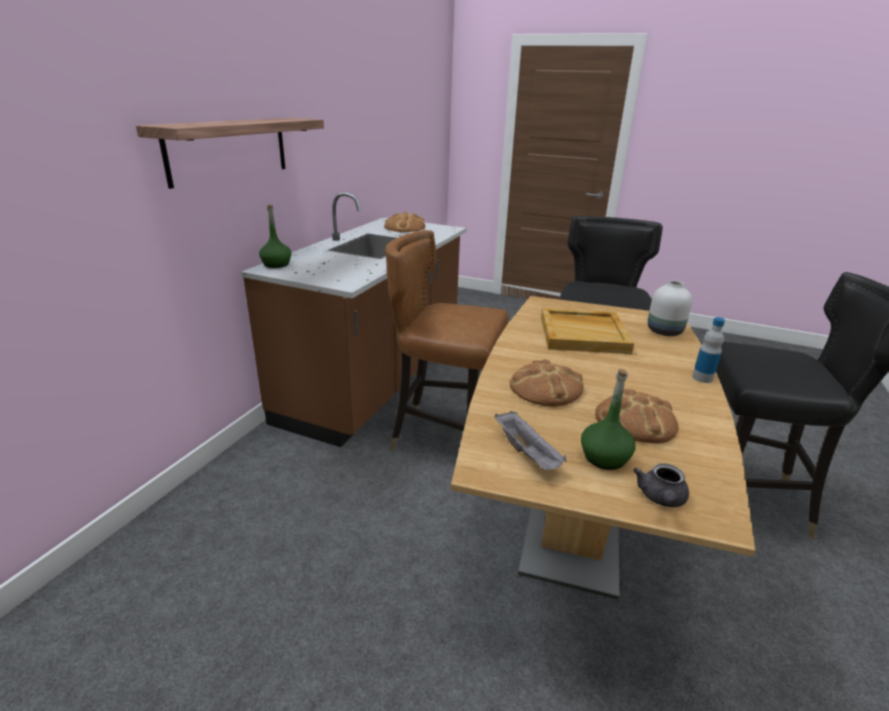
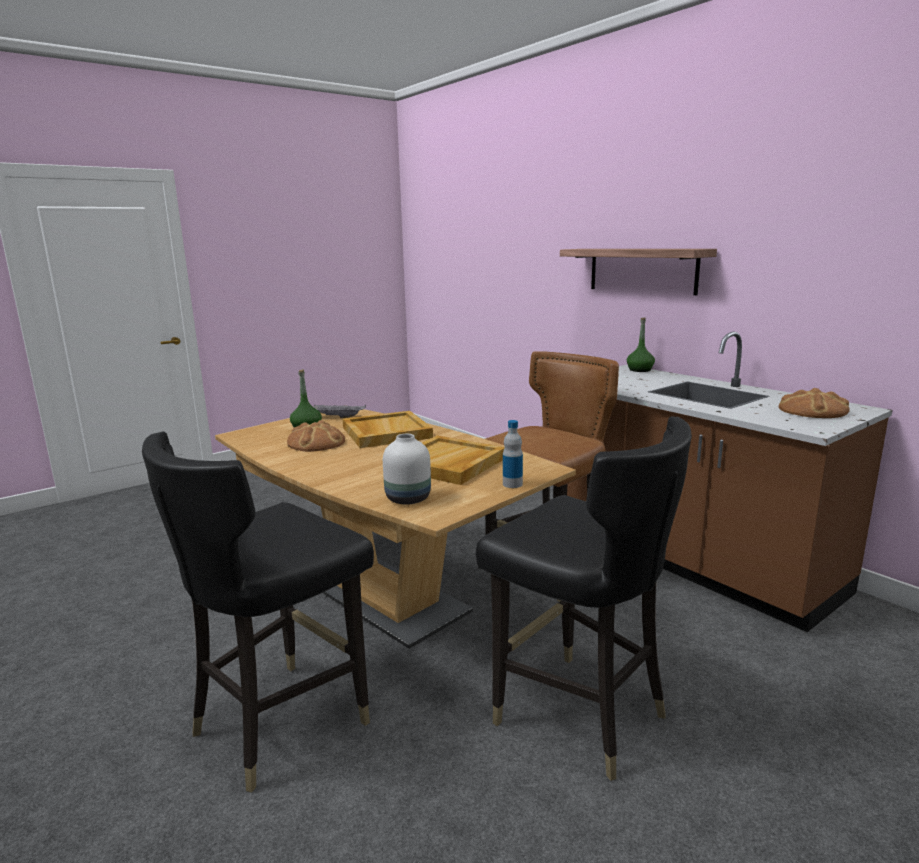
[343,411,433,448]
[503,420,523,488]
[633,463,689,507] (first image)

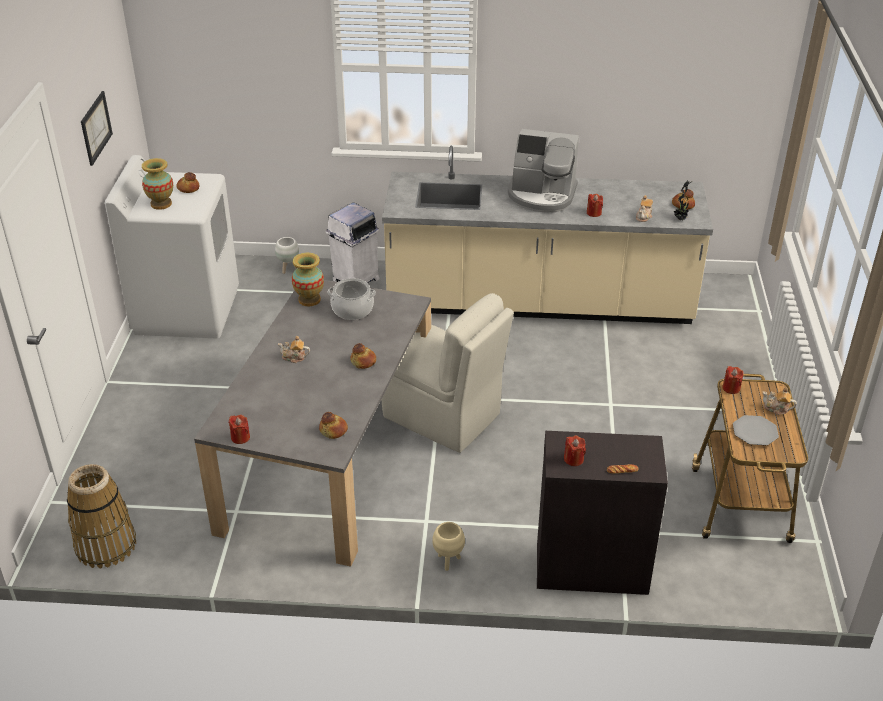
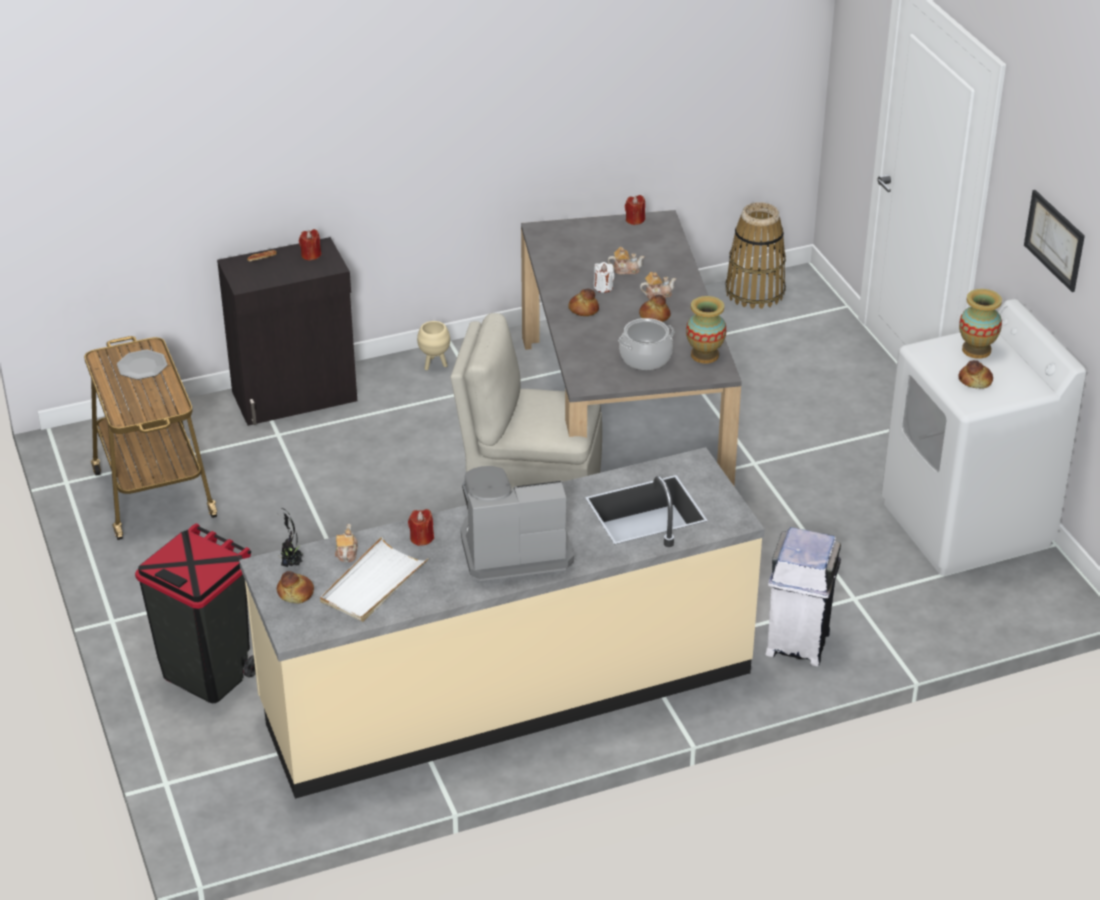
[135,523,256,703]
[320,537,429,622]
[594,262,614,293]
[608,247,644,275]
[639,294,671,322]
[275,237,299,274] (first image)
[722,366,744,394] (first image)

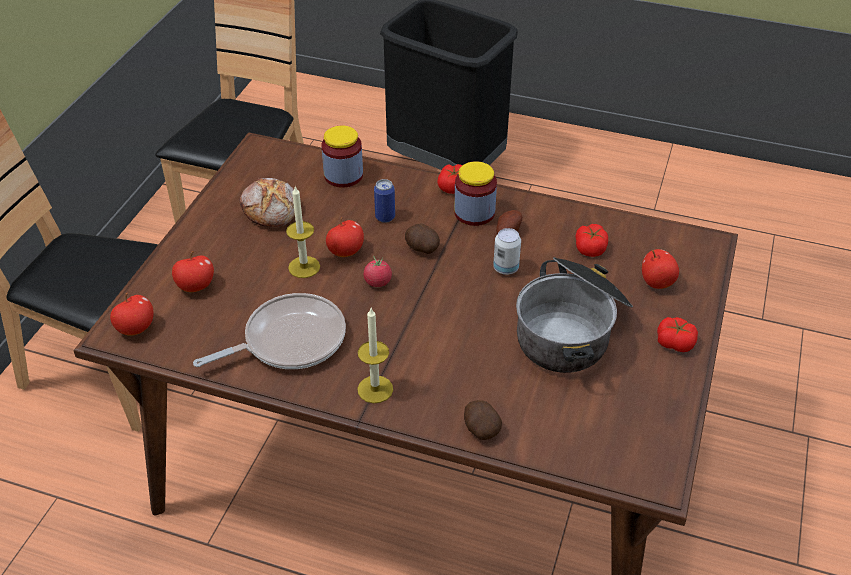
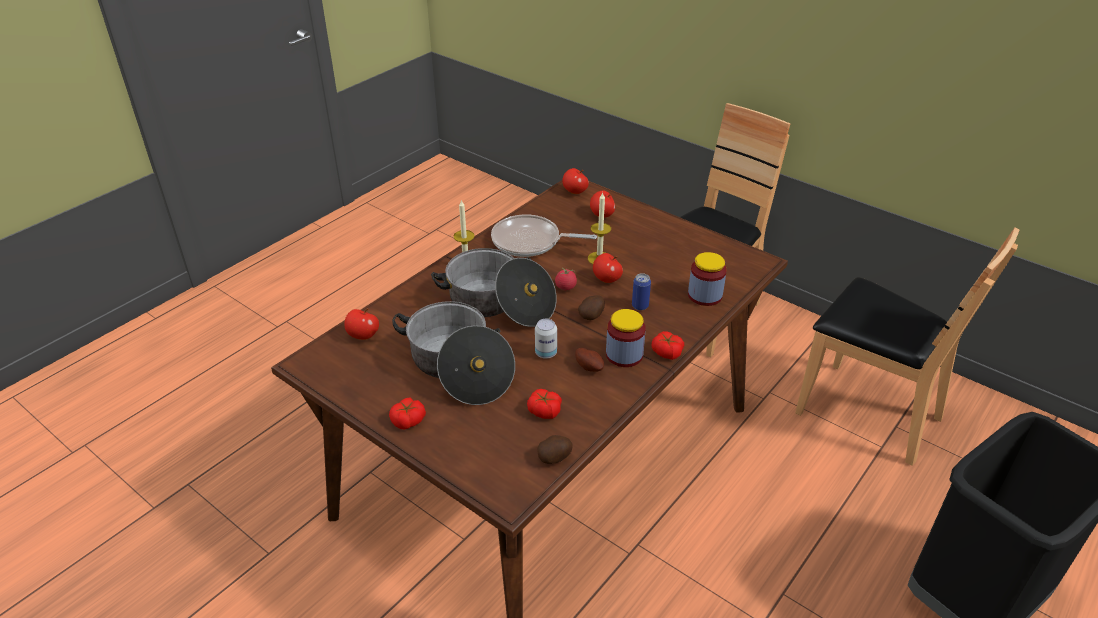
[344,308,379,340]
[431,248,557,327]
[491,214,597,257]
[537,435,573,464]
[239,178,295,227] (first image)

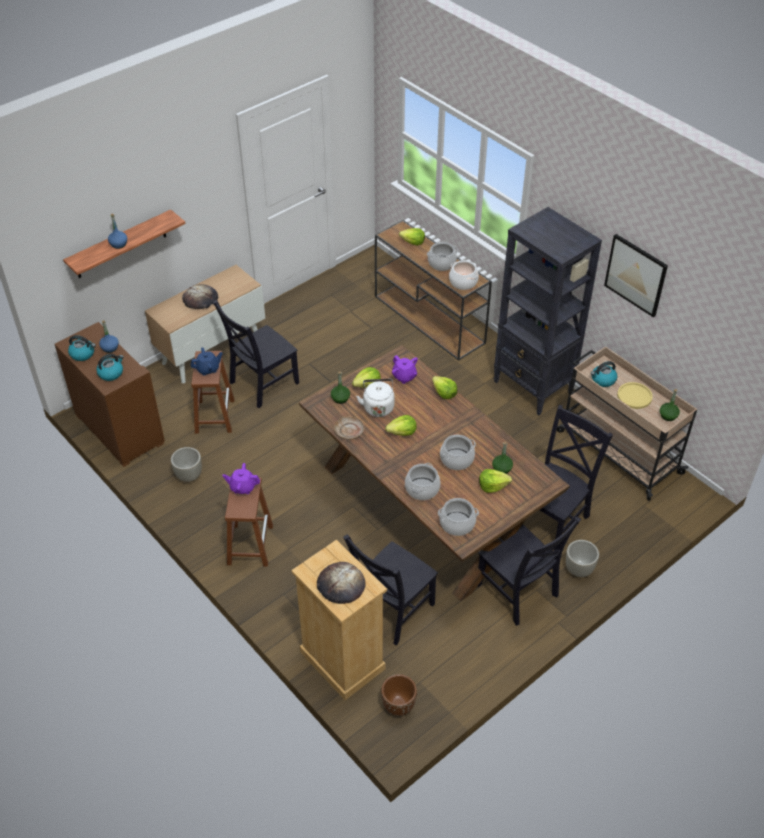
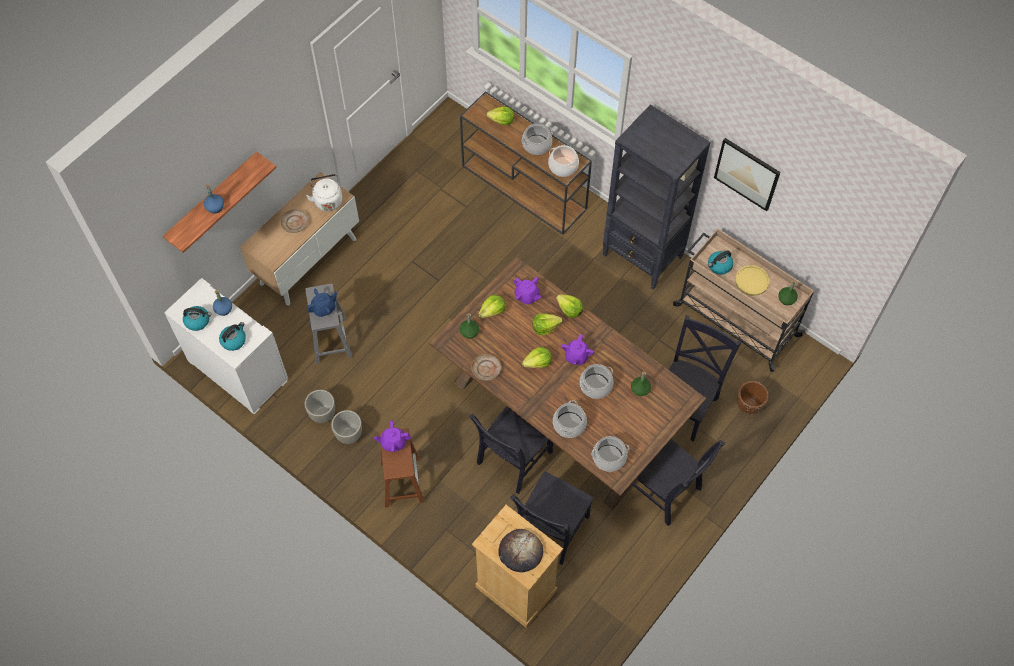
[164,278,288,415]
[280,209,308,233]
[305,284,353,364]
[306,174,342,211]
[331,410,362,444]
[469,406,553,494]
[532,313,563,335]
[561,334,594,365]
[737,381,768,415]

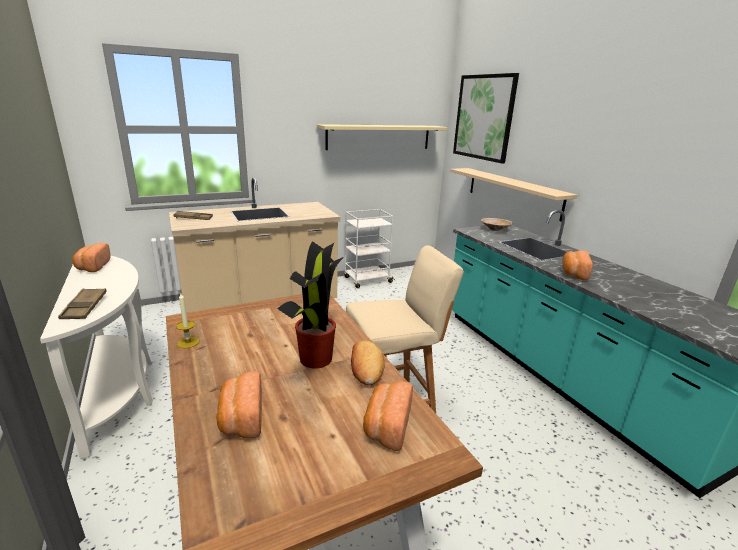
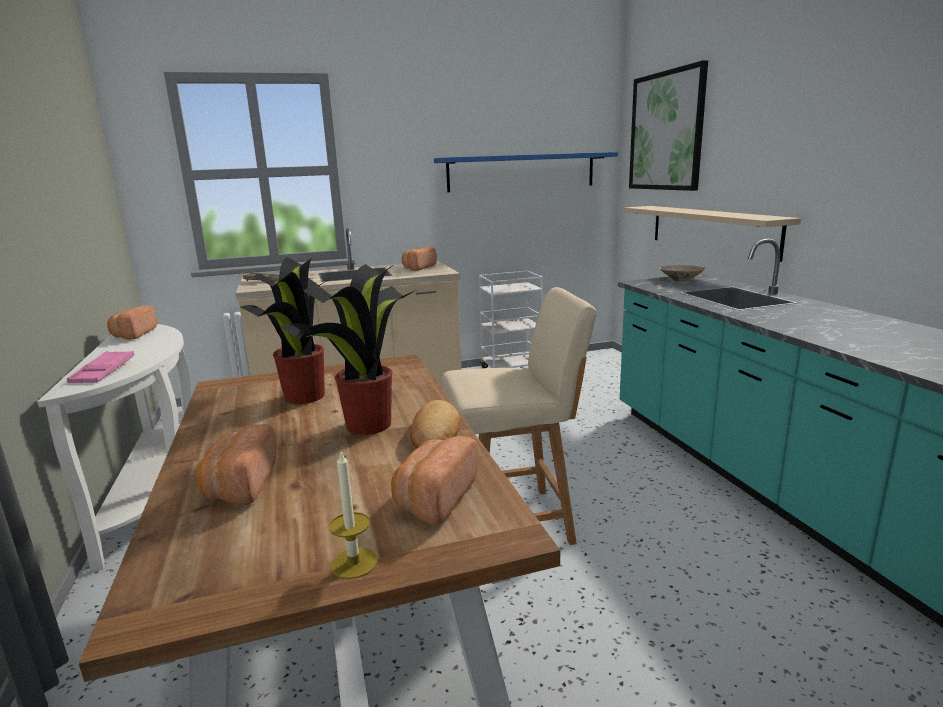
[67,351,134,383]
[241,257,328,404]
[329,452,377,579]
[402,247,437,271]
[434,152,618,192]

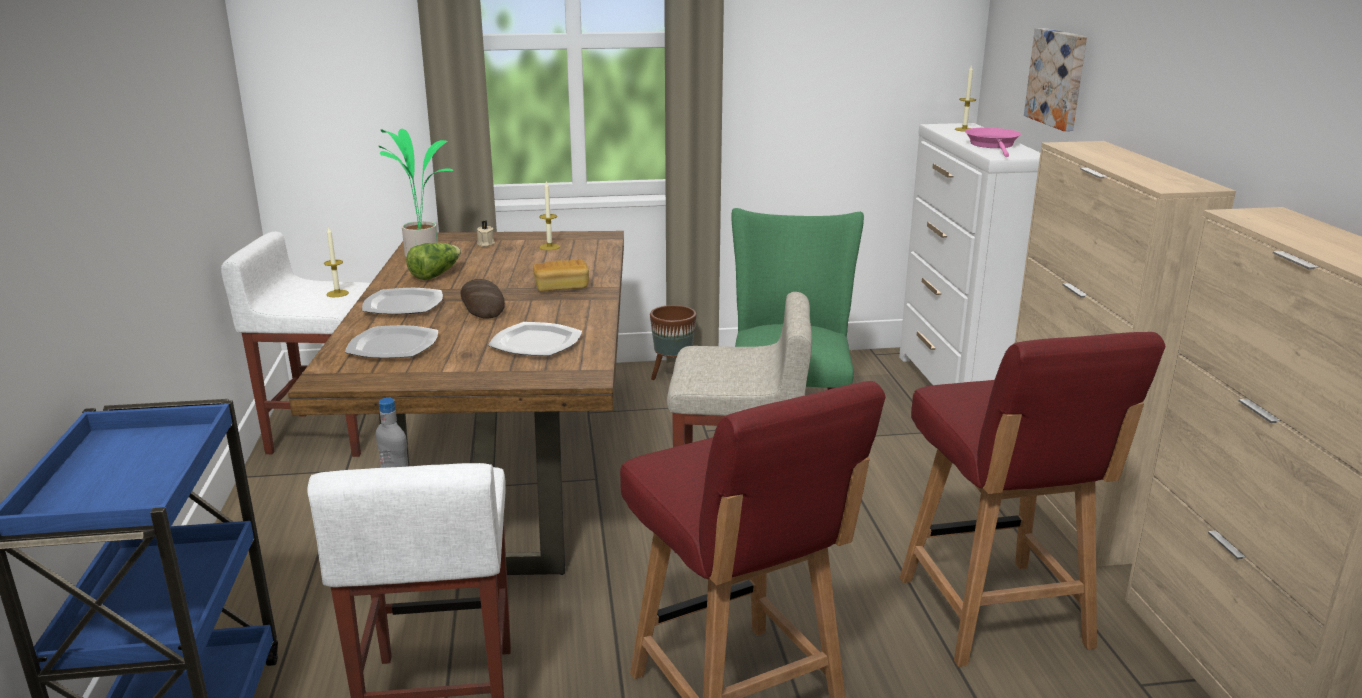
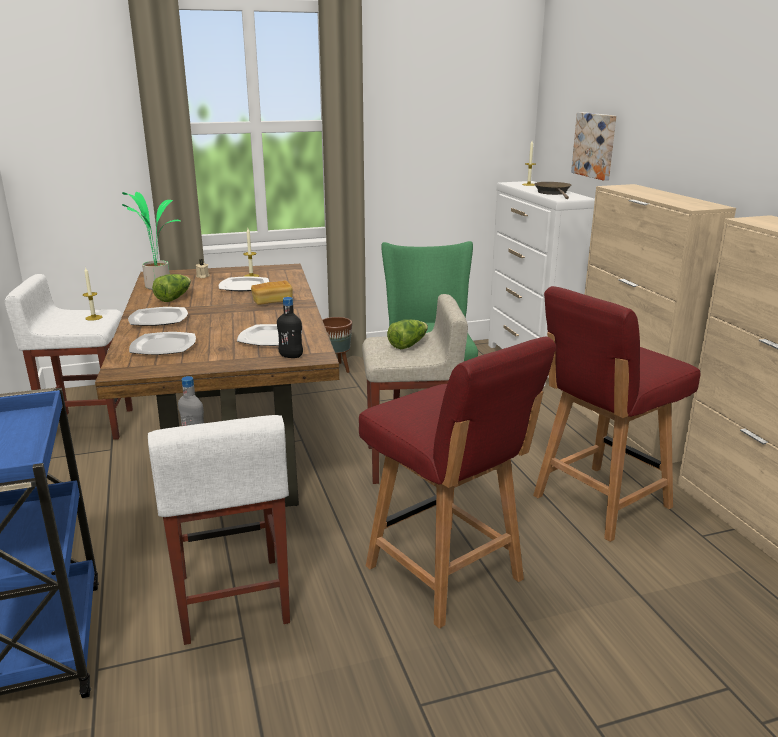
[219,276,269,291]
[277,297,303,358]
[387,320,428,349]
[533,286,701,542]
[534,182,571,199]
[461,279,505,319] (first image)

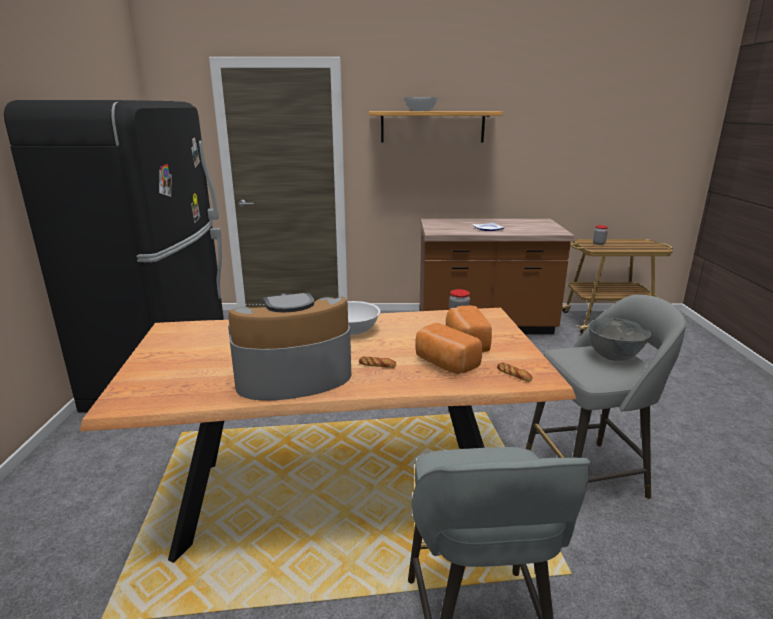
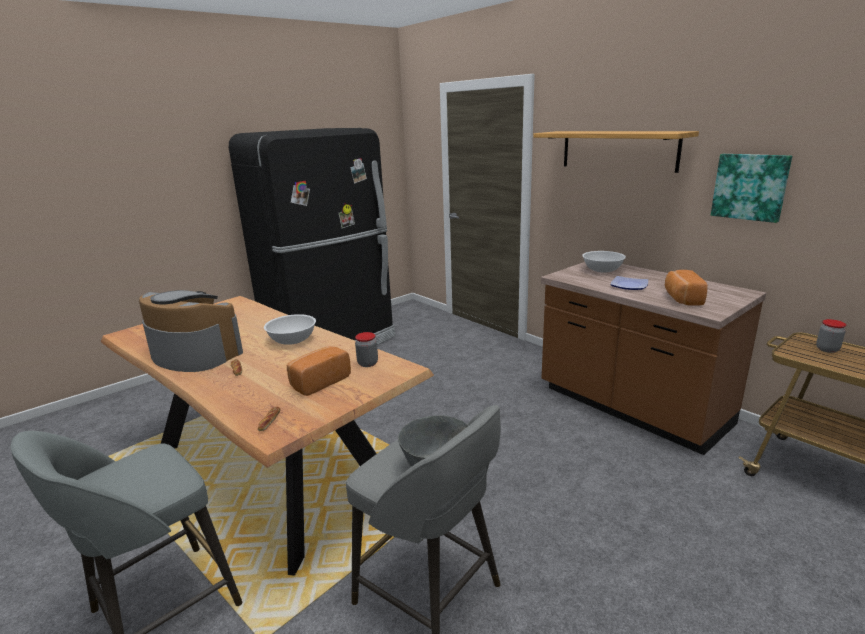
[582,251,626,273]
[665,270,708,306]
[711,154,792,223]

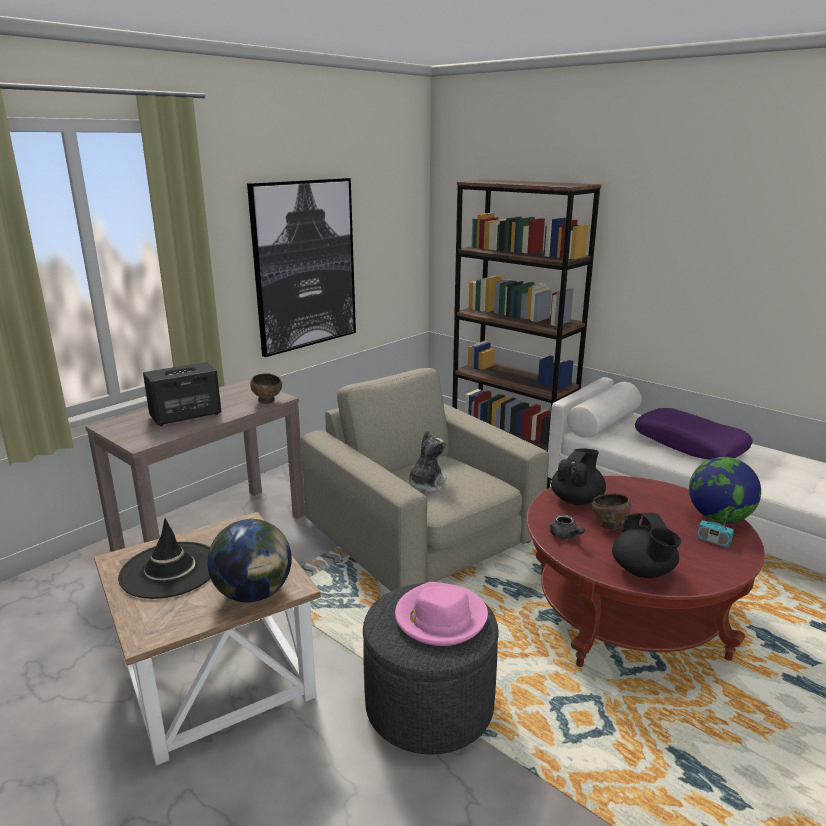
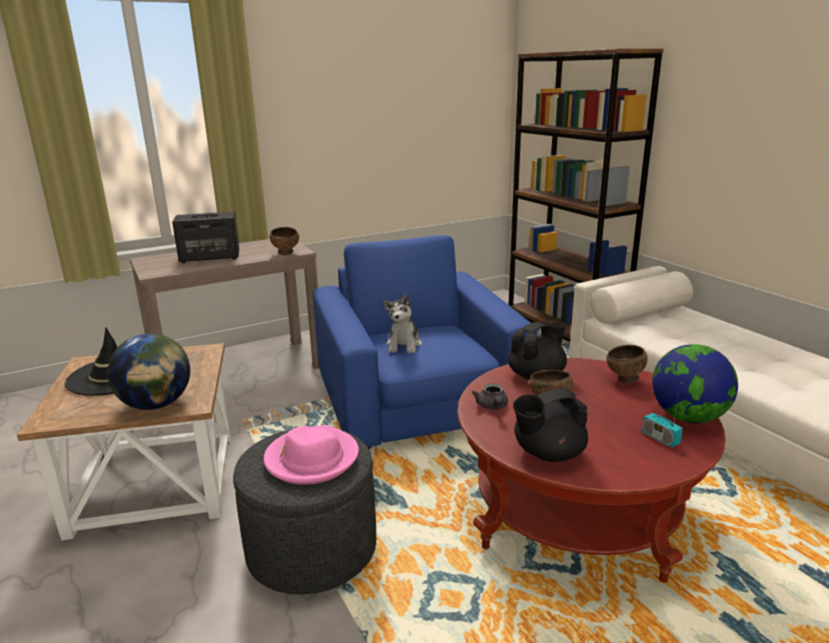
[313,235,537,449]
[383,293,422,353]
[513,387,588,462]
[606,345,647,383]
[247,178,356,357] (first image)
[635,408,753,460] (first image)

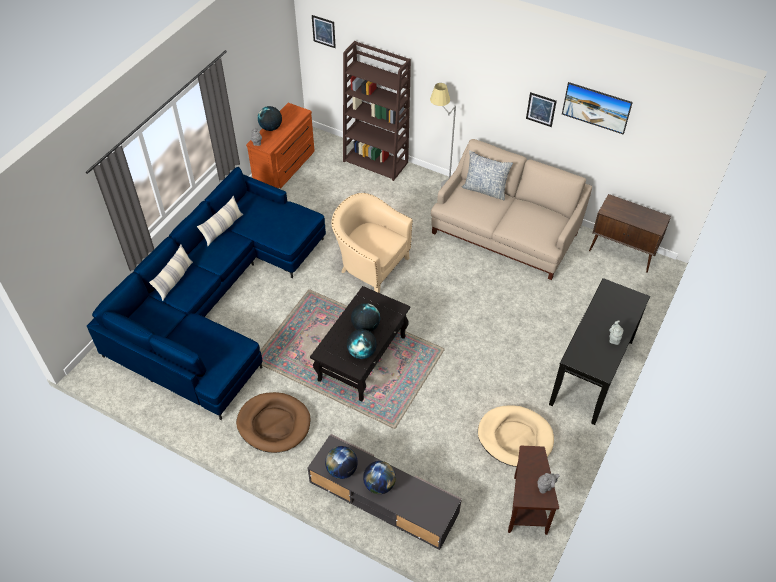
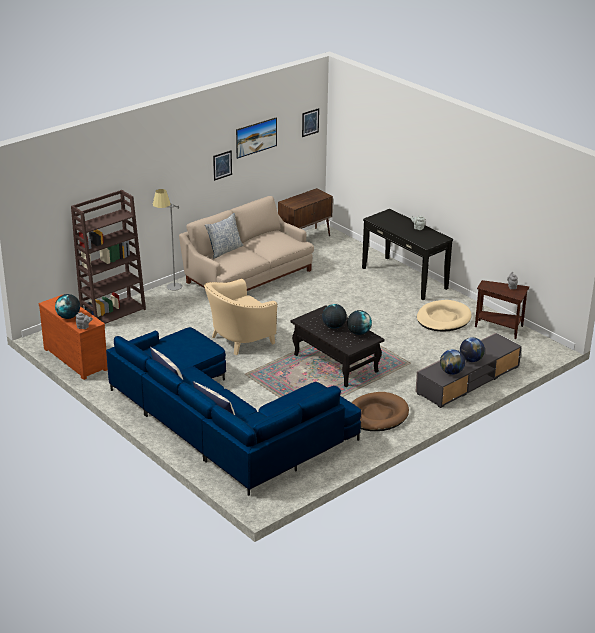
[302,108,319,137]

